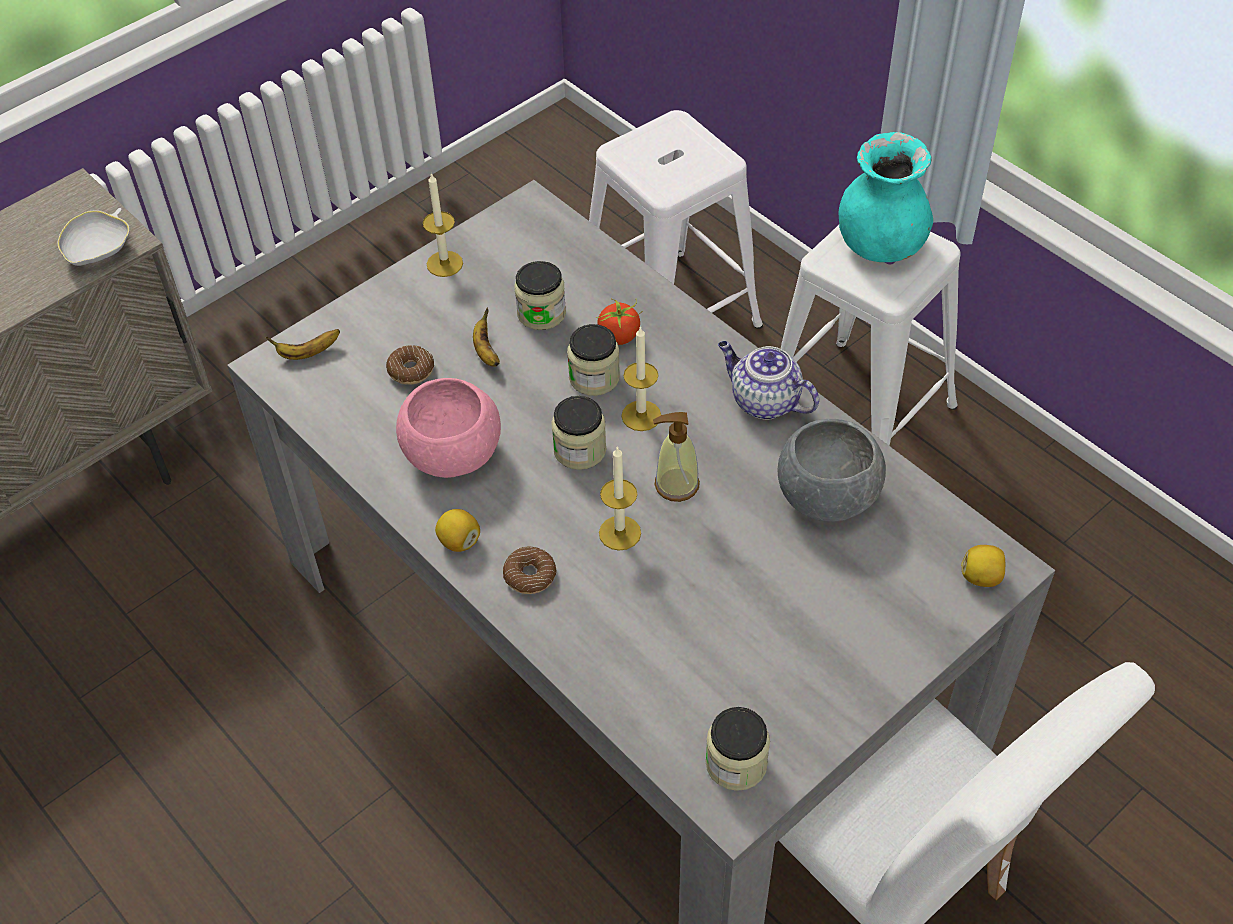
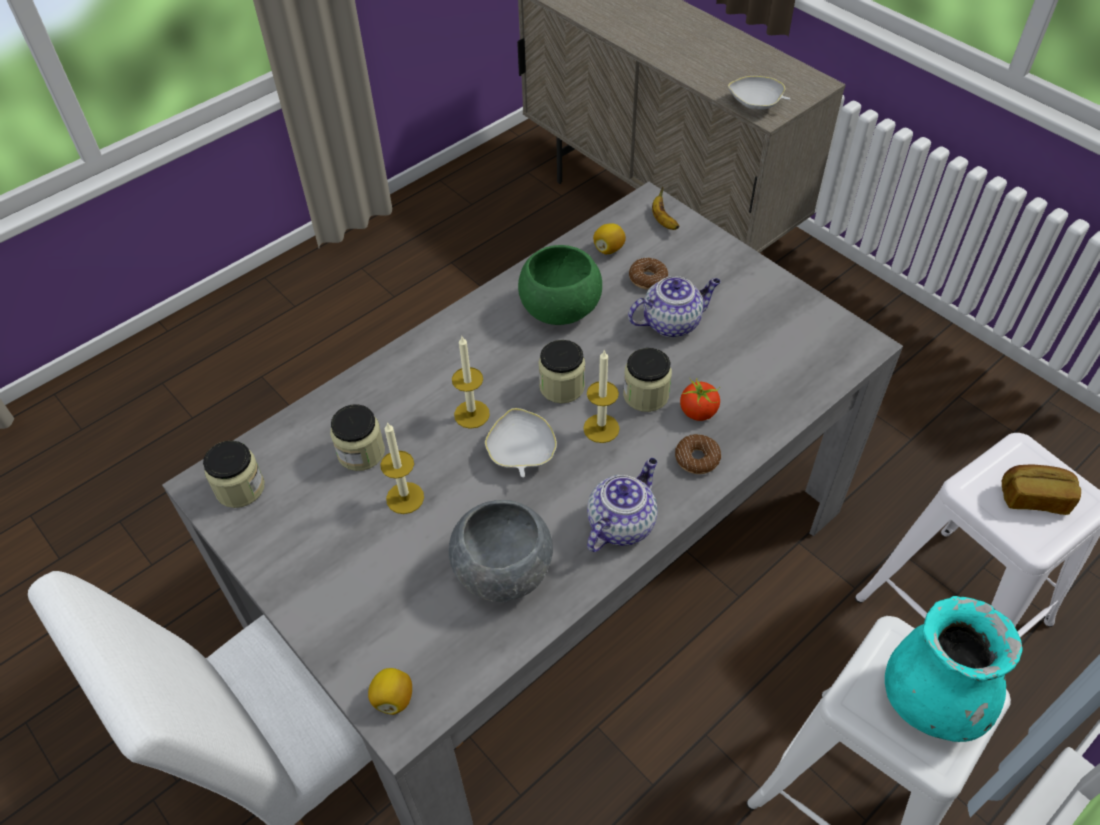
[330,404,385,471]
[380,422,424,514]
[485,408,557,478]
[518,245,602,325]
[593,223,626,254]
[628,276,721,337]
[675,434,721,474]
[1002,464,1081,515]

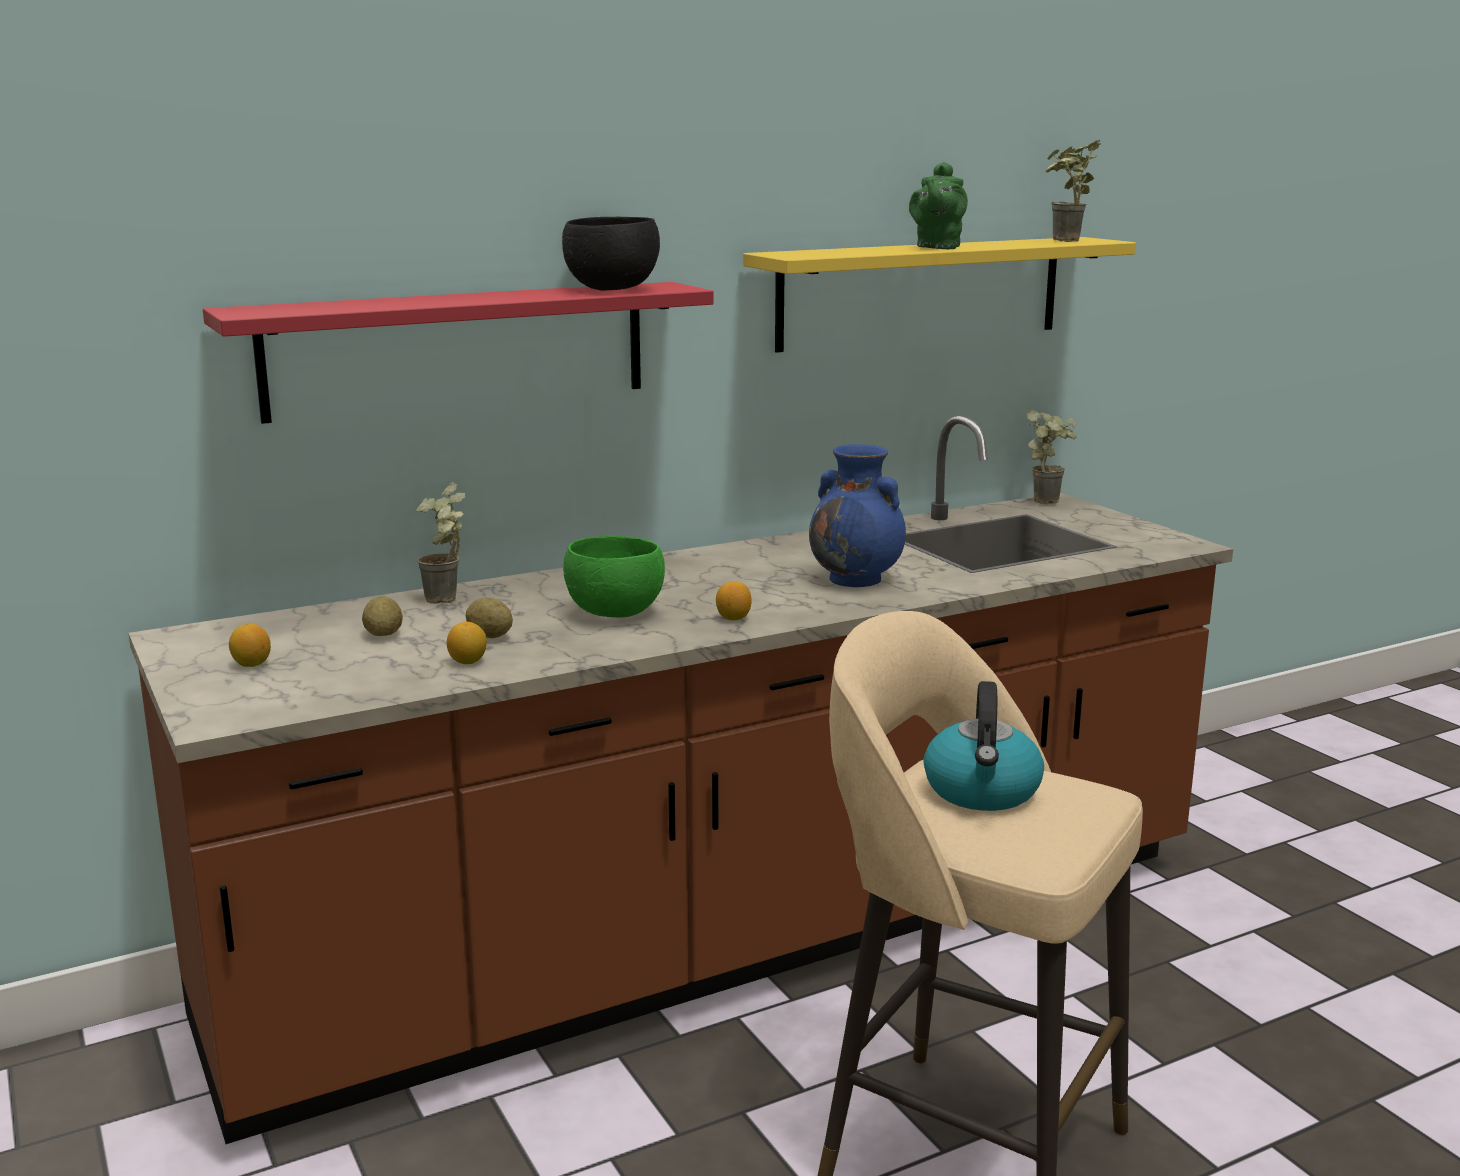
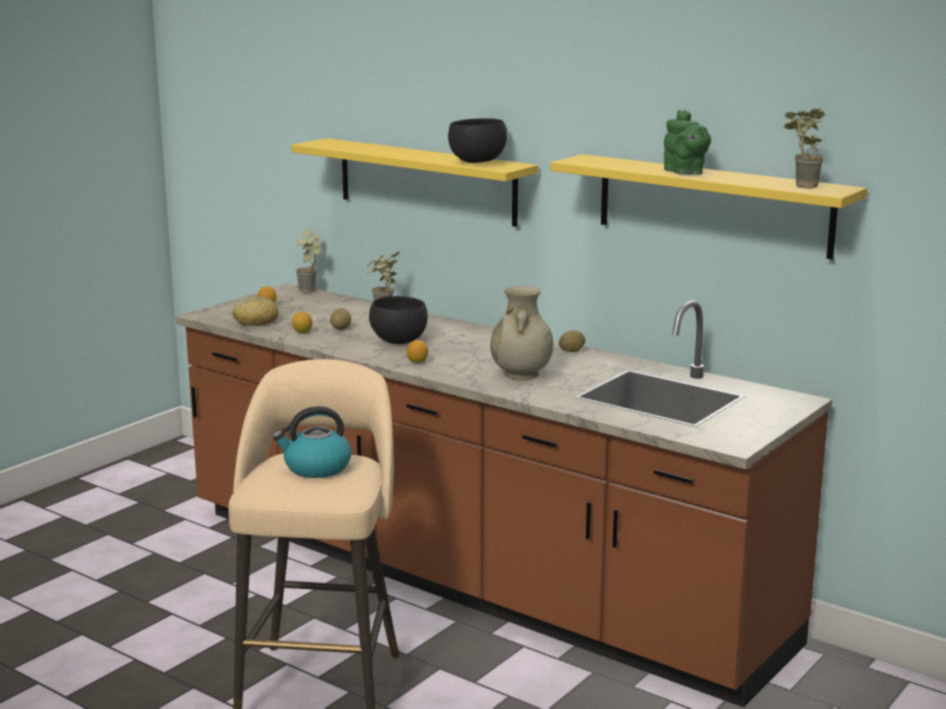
[233,296,279,326]
[291,138,538,227]
[296,230,323,293]
[369,296,428,344]
[490,286,553,380]
[559,330,585,352]
[664,110,711,175]

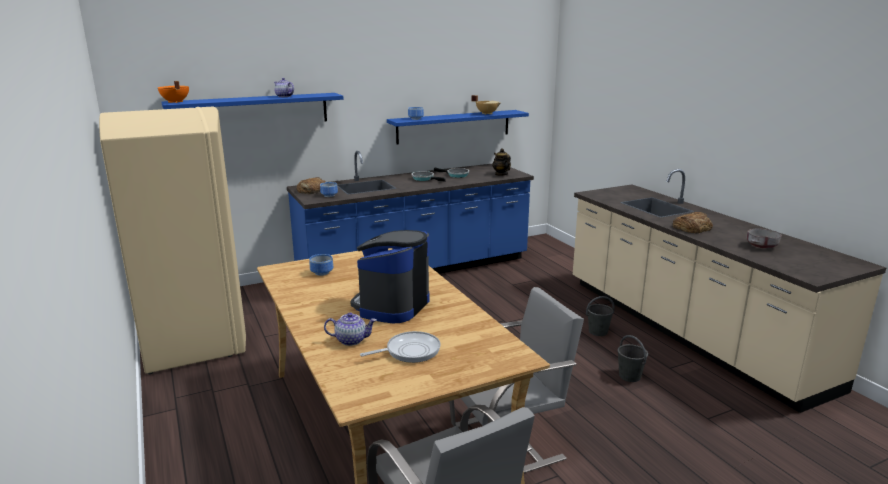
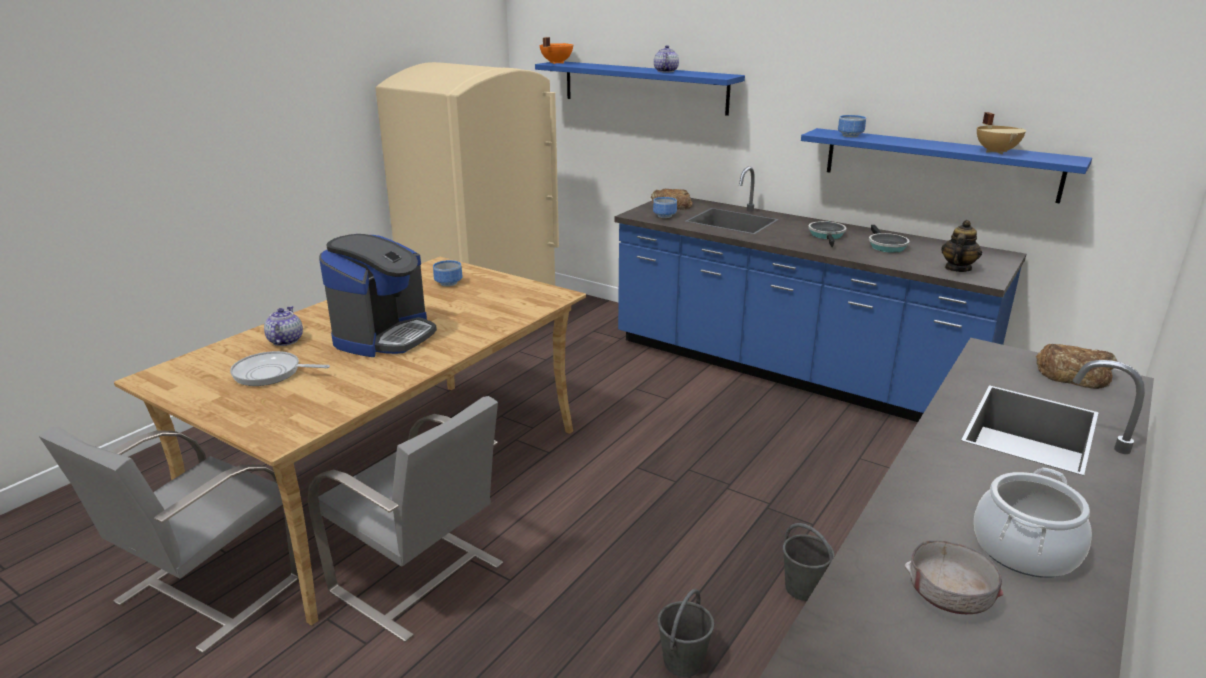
[230,351,330,386]
[264,306,303,346]
[319,234,437,357]
[974,467,1092,578]
[1036,344,1118,389]

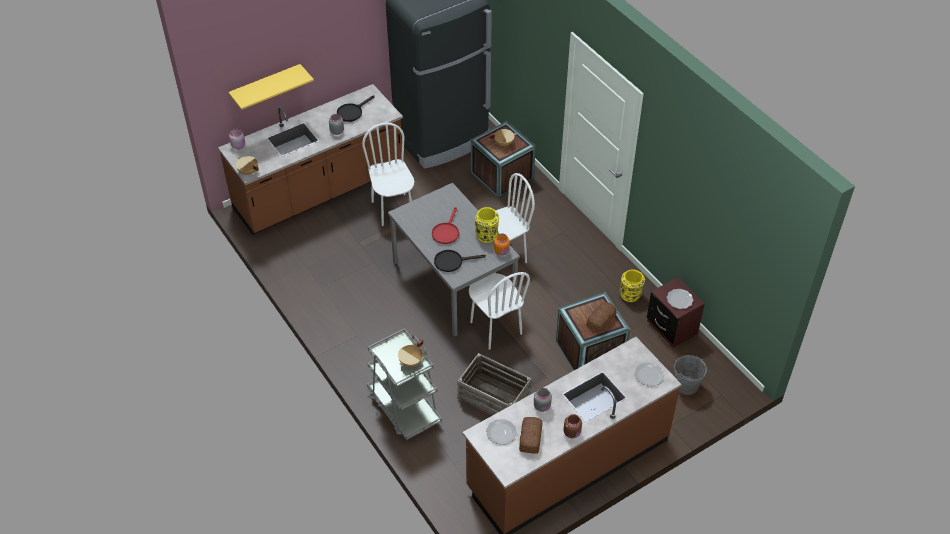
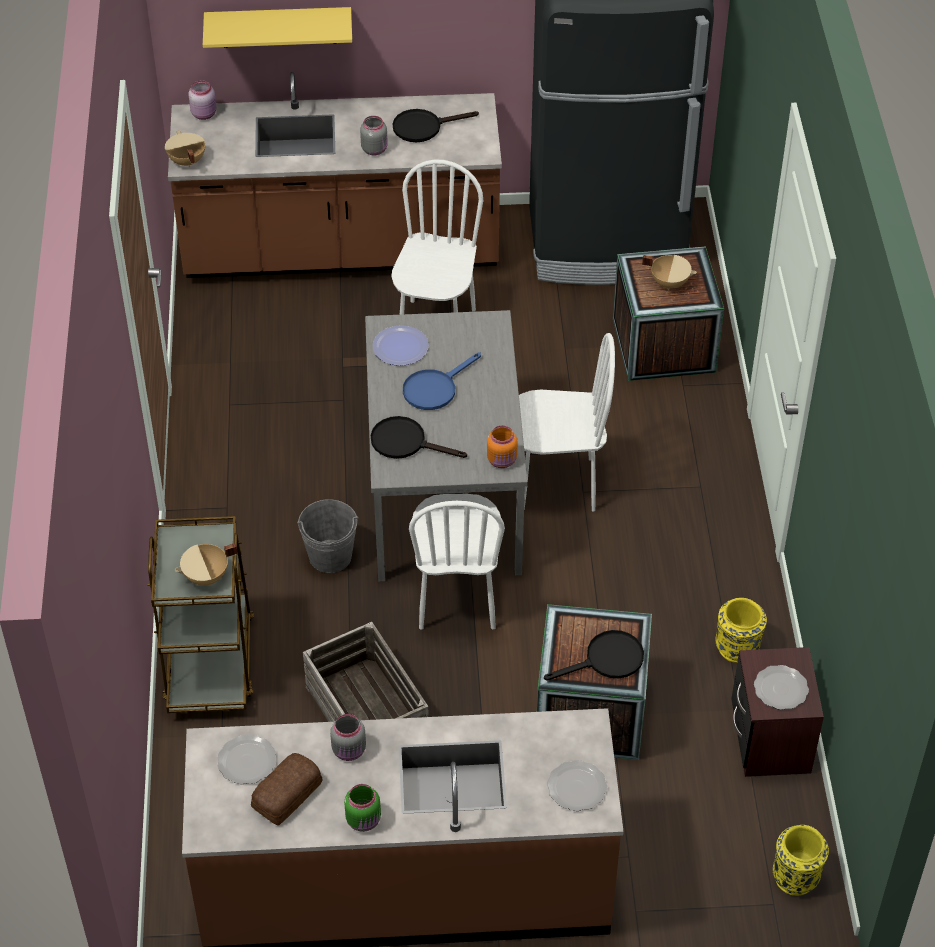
[147,516,254,713]
[297,499,358,573]
[344,784,381,832]
[372,325,429,366]
[403,352,481,410]
[544,630,644,681]
[773,825,829,896]

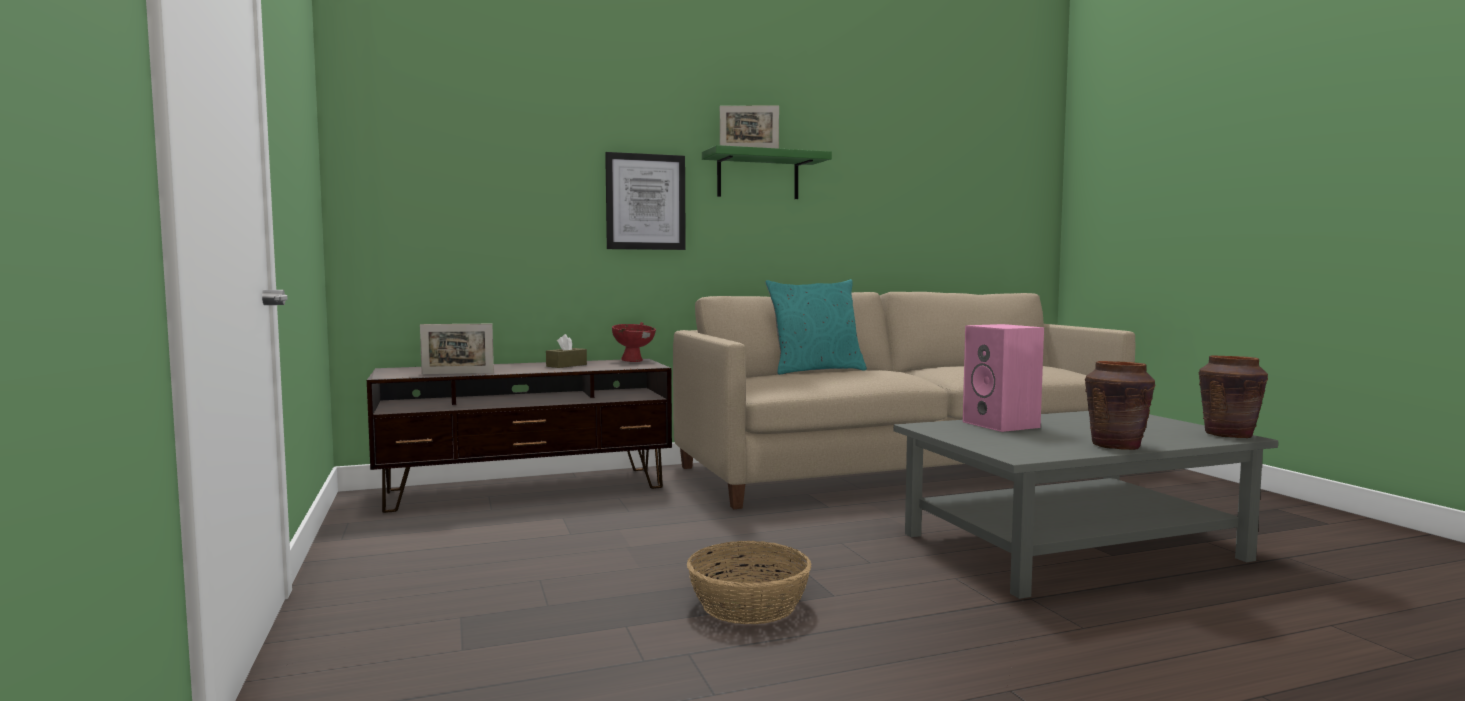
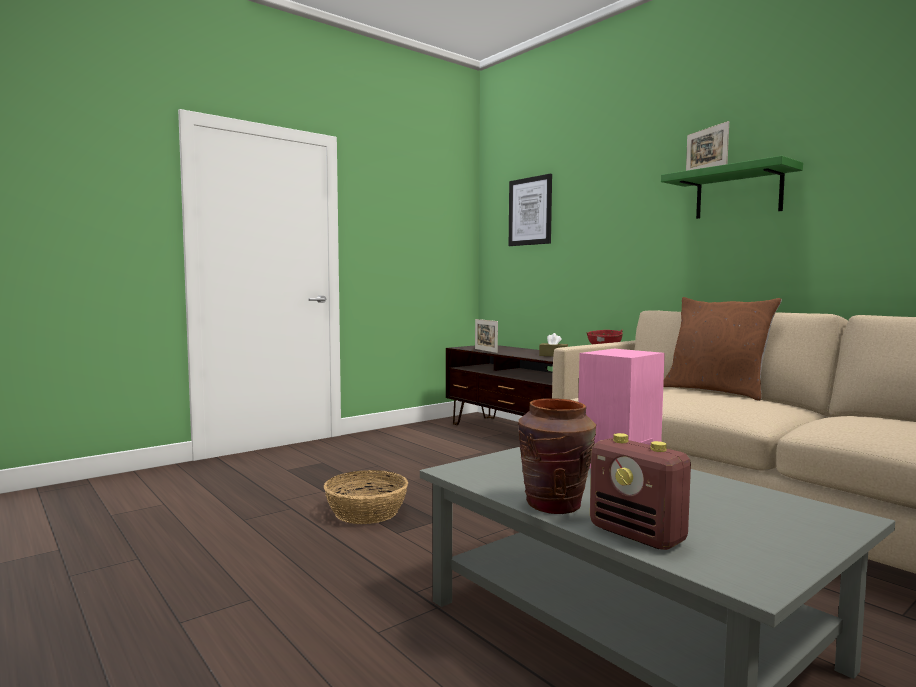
[509,174,552,246]
[590,433,691,550]
[663,297,782,401]
[1198,355,1268,438] (first image)

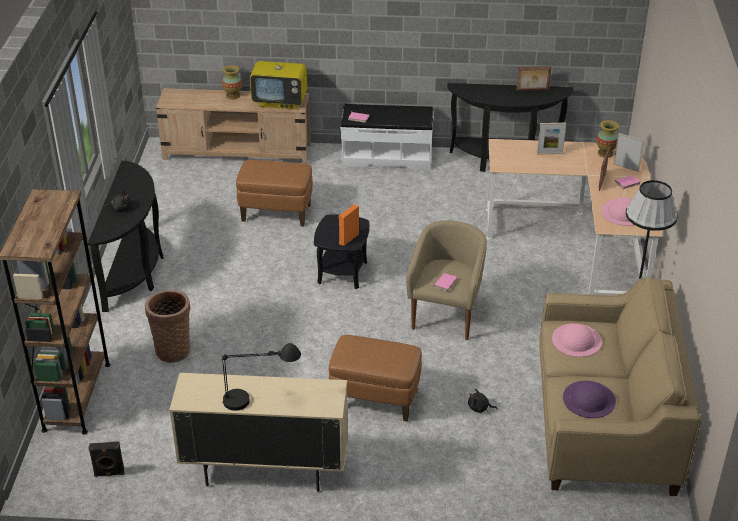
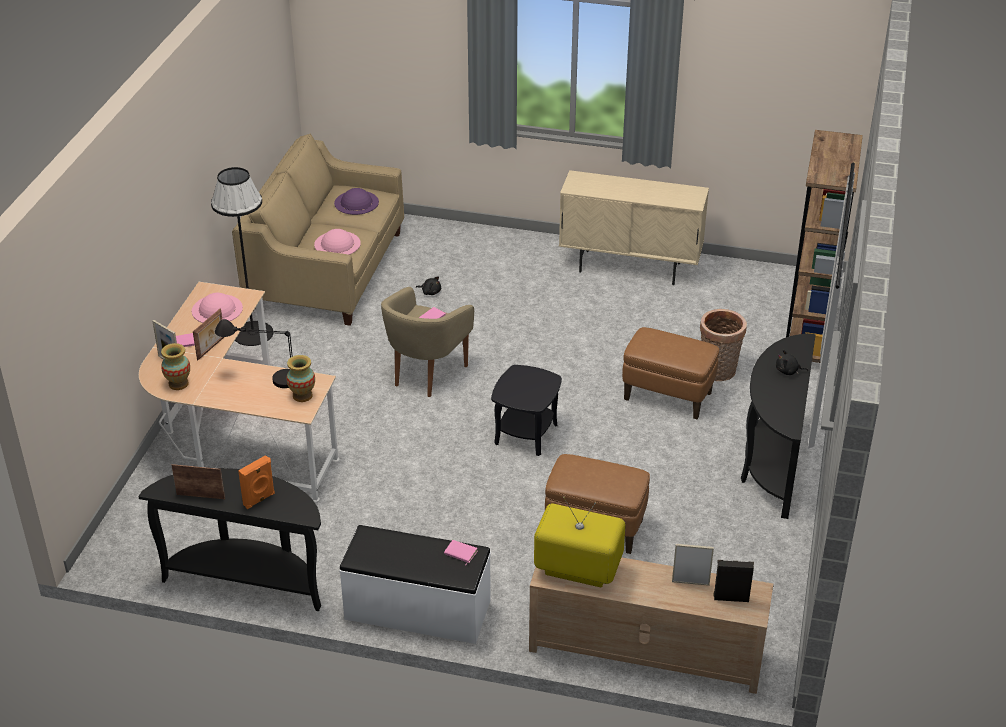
[215,319,293,388]
[238,455,275,509]
[286,355,315,402]
[622,327,719,419]
[672,544,714,586]
[714,560,754,602]

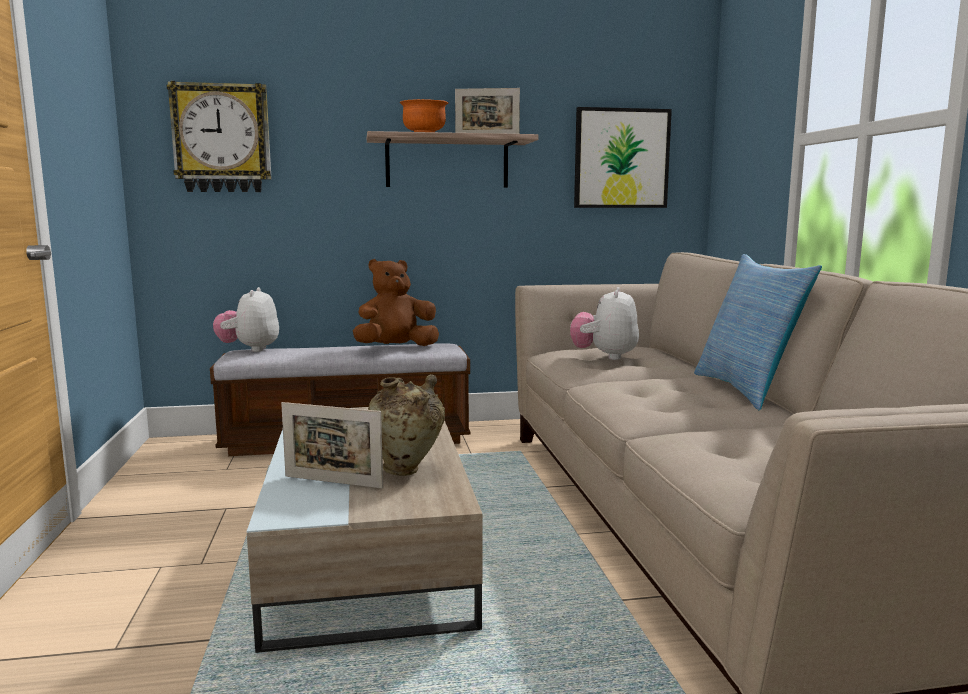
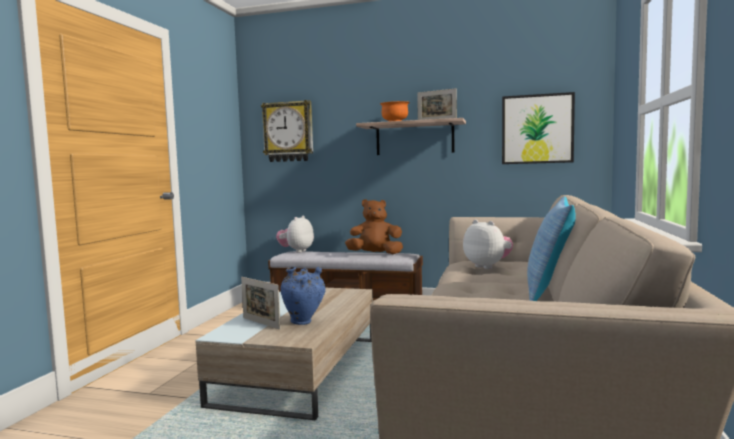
[280,267,325,325]
[463,220,513,269]

